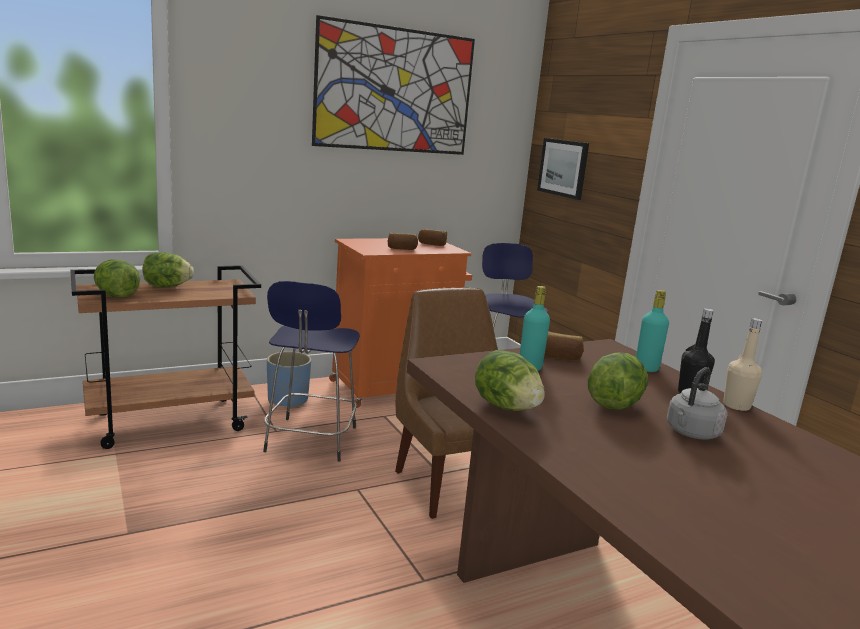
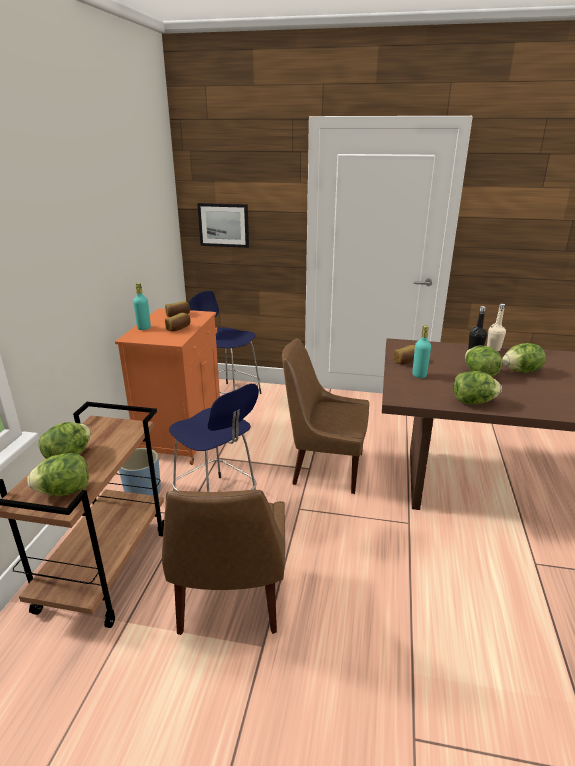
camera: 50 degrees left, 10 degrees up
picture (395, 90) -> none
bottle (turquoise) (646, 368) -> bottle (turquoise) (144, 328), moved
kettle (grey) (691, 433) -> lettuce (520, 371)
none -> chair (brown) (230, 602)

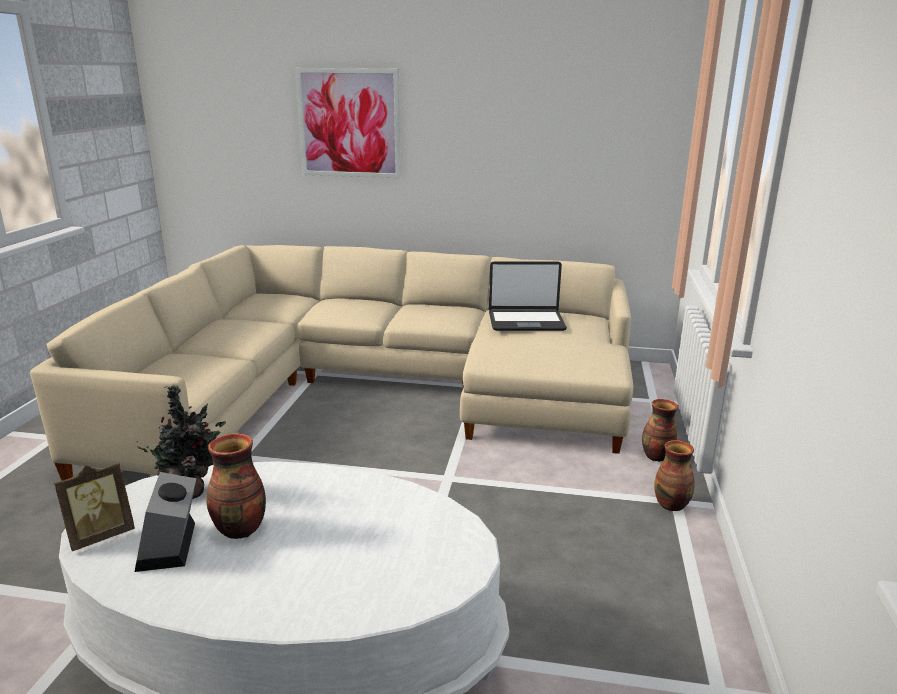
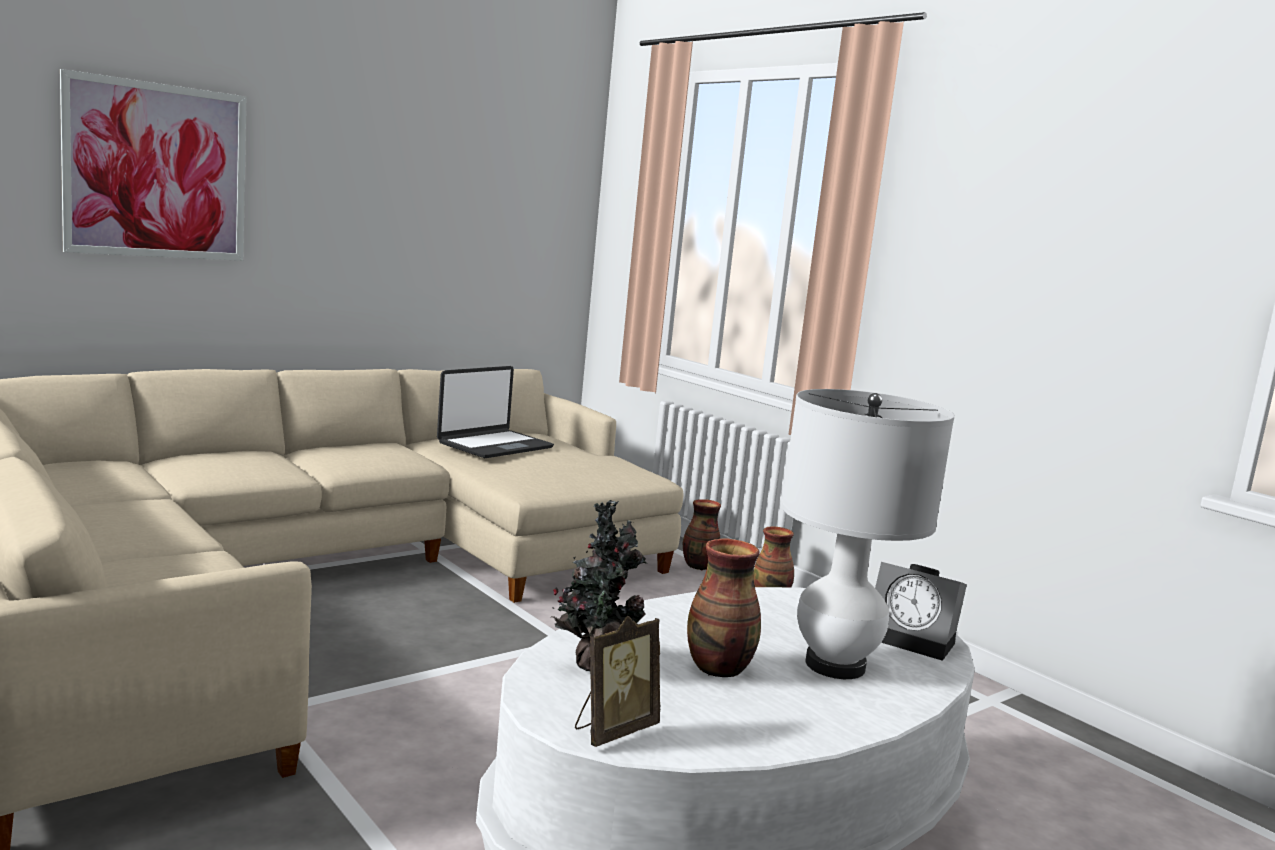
camera: 50 degrees left, 10 degrees down
picture frame (101, 535) -> picture frame (613, 730), 45 degrees clockwise
alarm clock (170, 547) -> alarm clock (913, 640), moved
none -> table lamp (white) (834, 665)

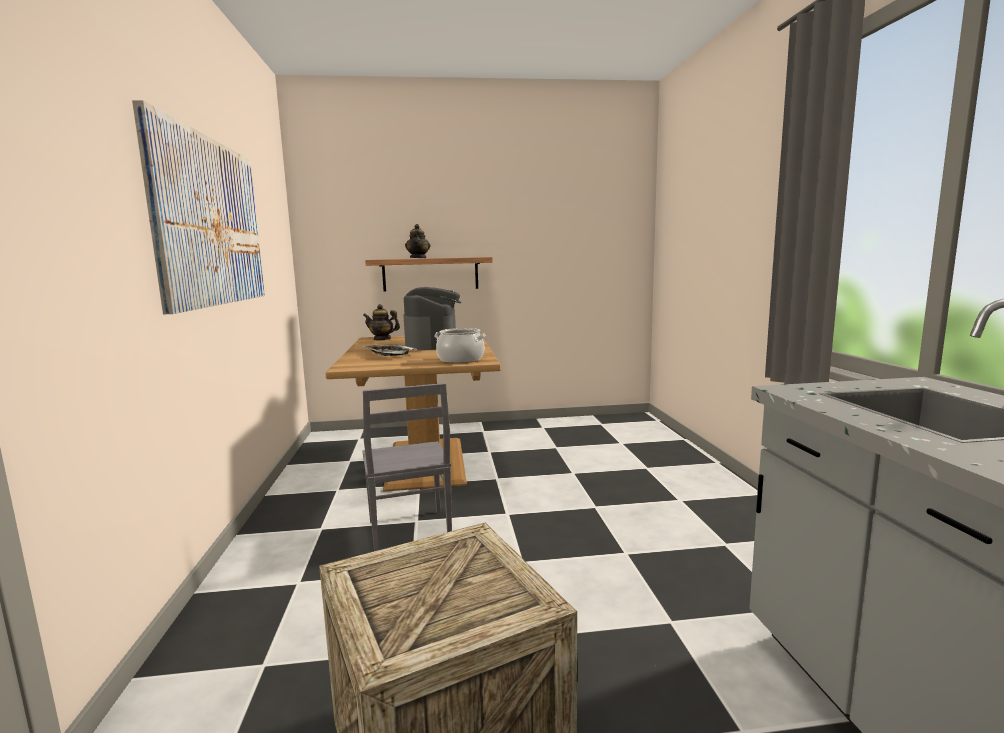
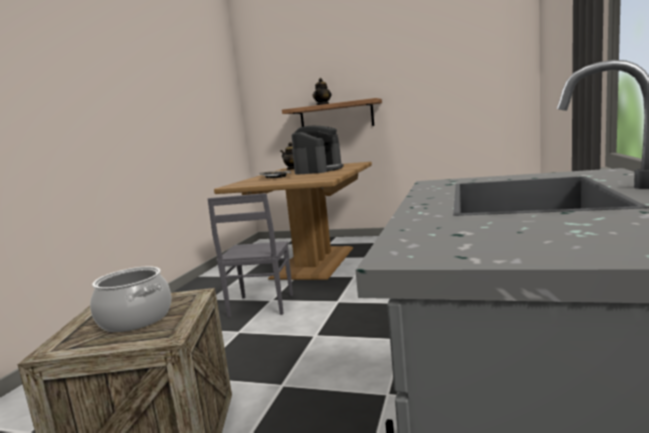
camera: 25 degrees right, 0 degrees up
picture (210, 222) -> none
cooking pot (461, 359) -> cooking pot (136, 319), moved

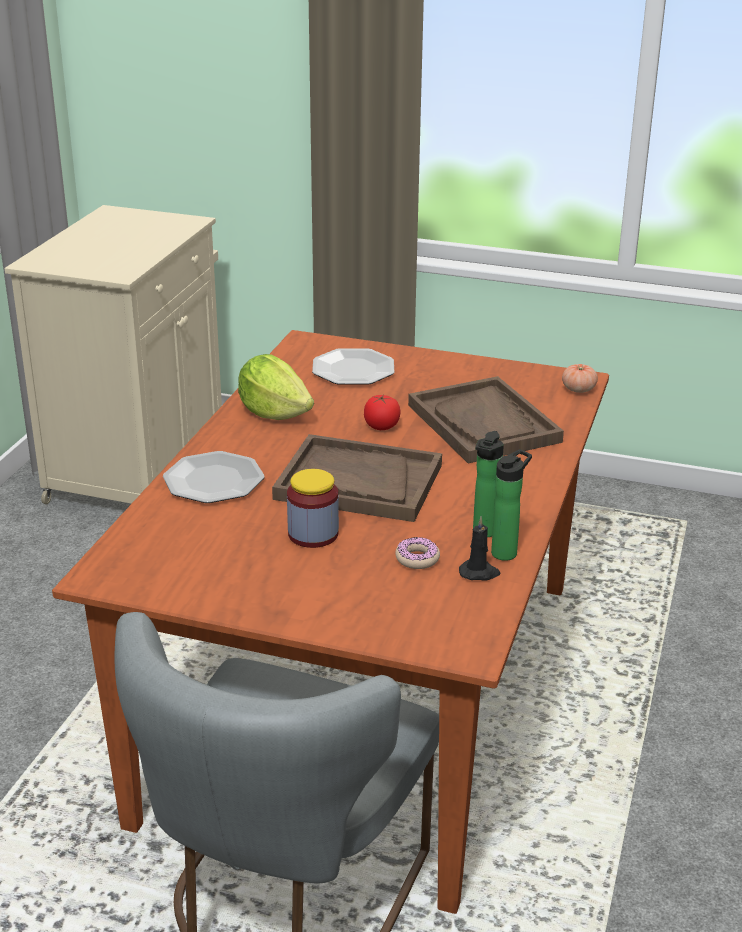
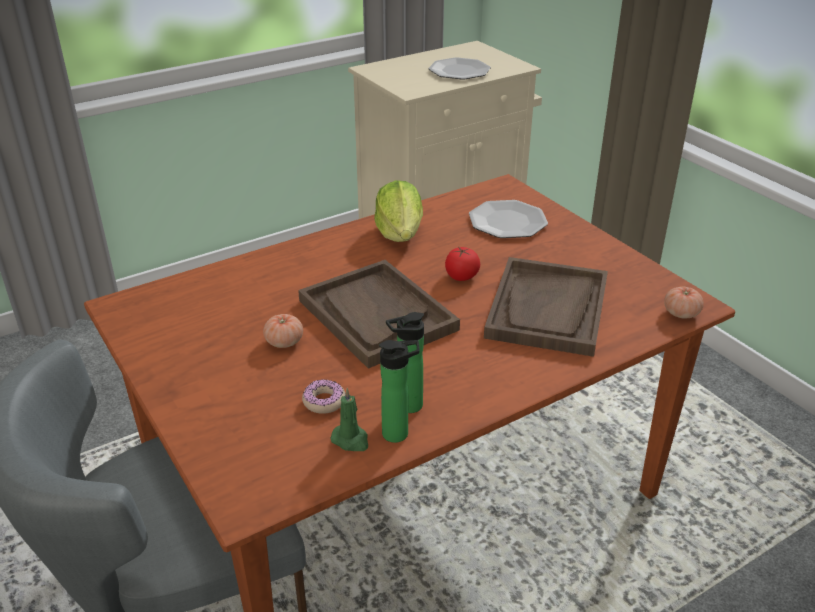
camera: 40 degrees right, 5 degrees up
plate (213, 480) -> plate (459, 71), moved
jar (313, 534) -> tomato (284, 342)
candle (black) (479, 573) -> candle (green) (351, 440)

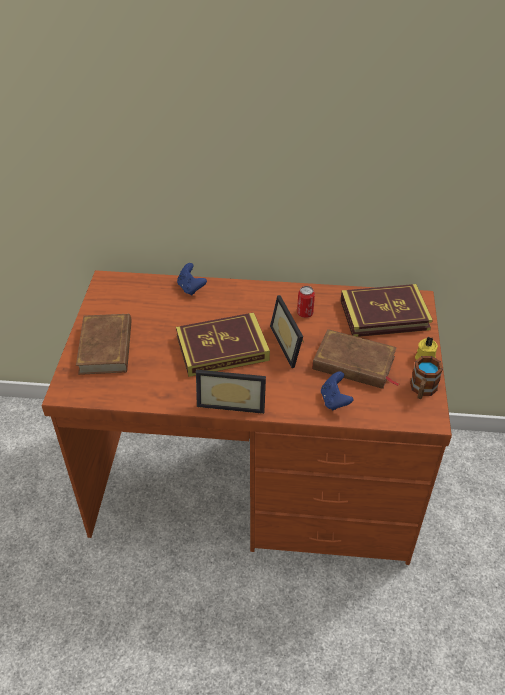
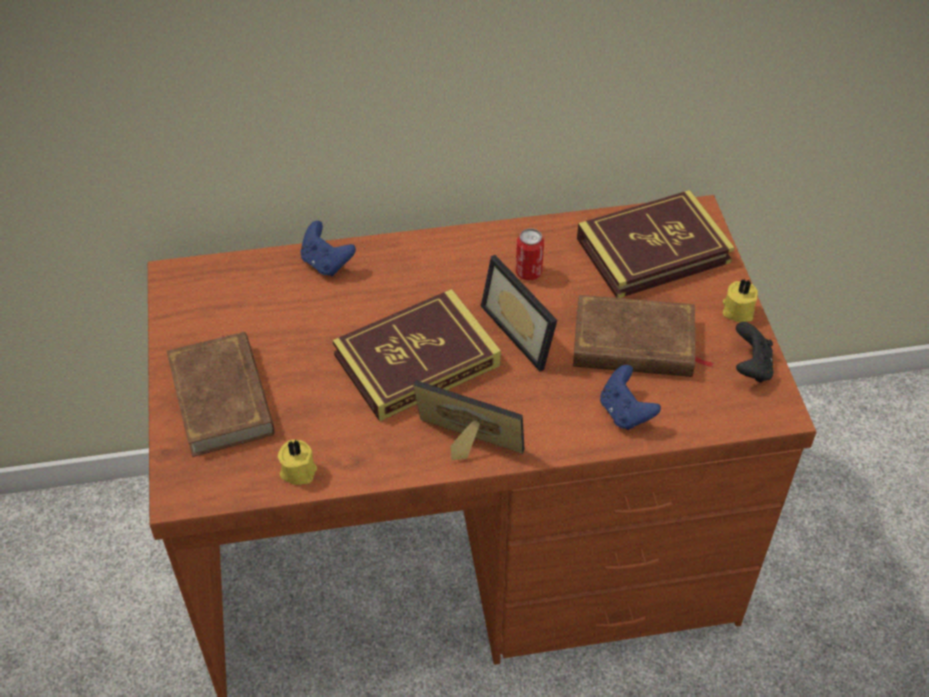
camera: 15 degrees left, 5 degrees up
picture frame (232, 401) -> picture frame (465, 448), 150 degrees counterclockwise
mug (422, 390) -> game controller (black) (751, 367)
none -> candle (yellow) (298, 470)

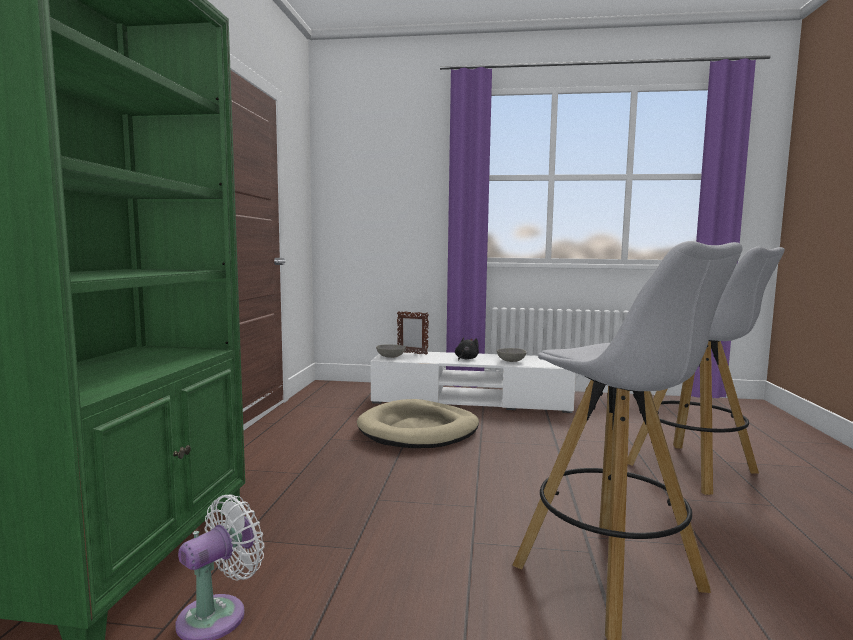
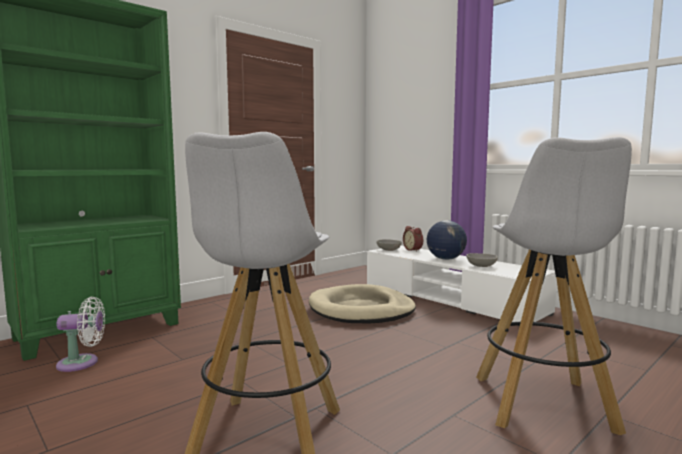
camera: 40 degrees right, 0 degrees up
picture frame (412, 353) -> alarm clock (413, 250)
plush toy (black) (466, 359) -> globe (445, 259)

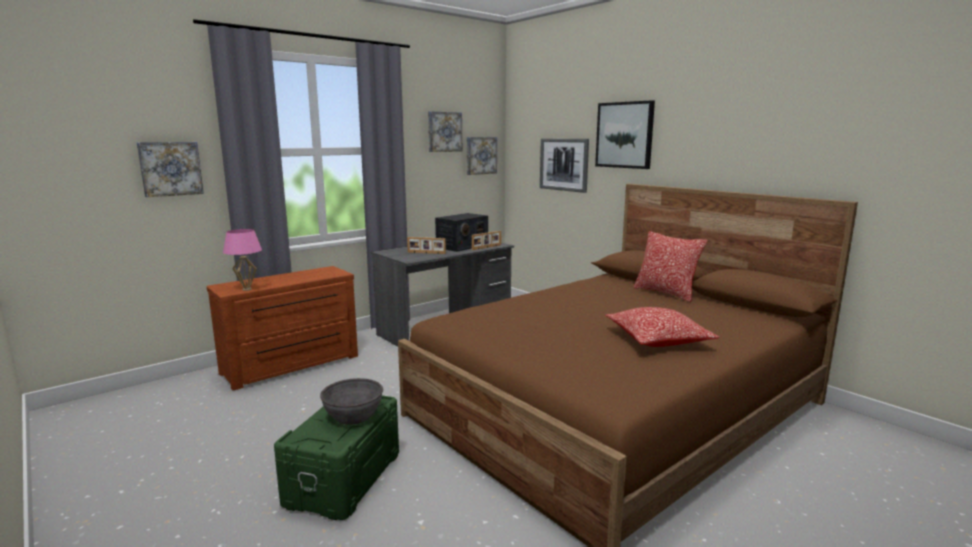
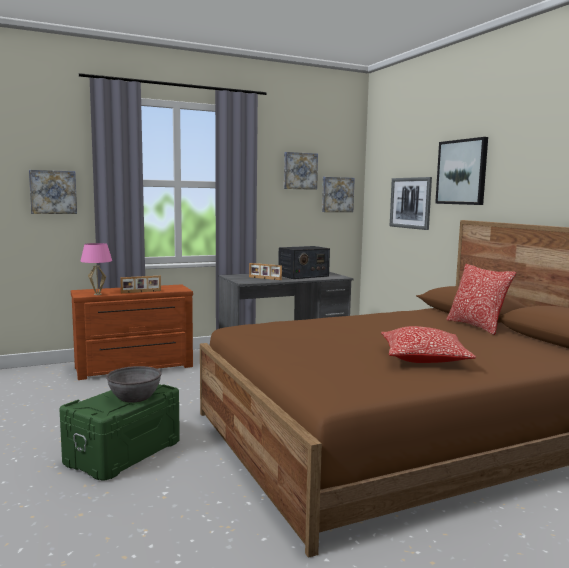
camera: 15 degrees right, 5 degrees down
picture frame (487, 247) -> picture frame (141, 292), moved

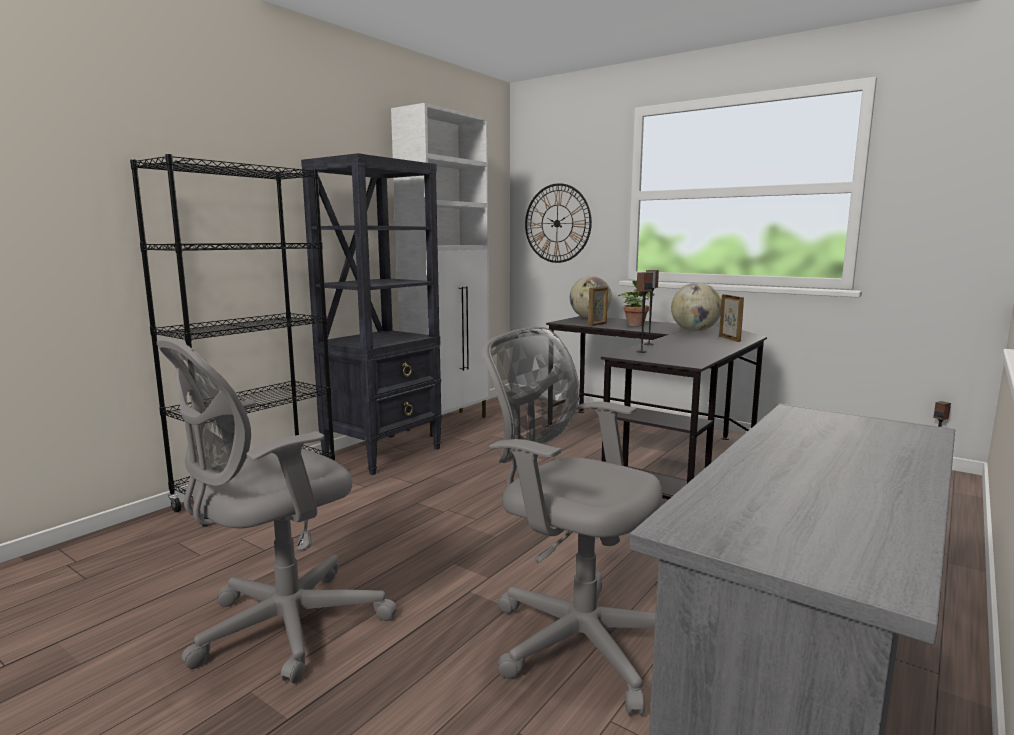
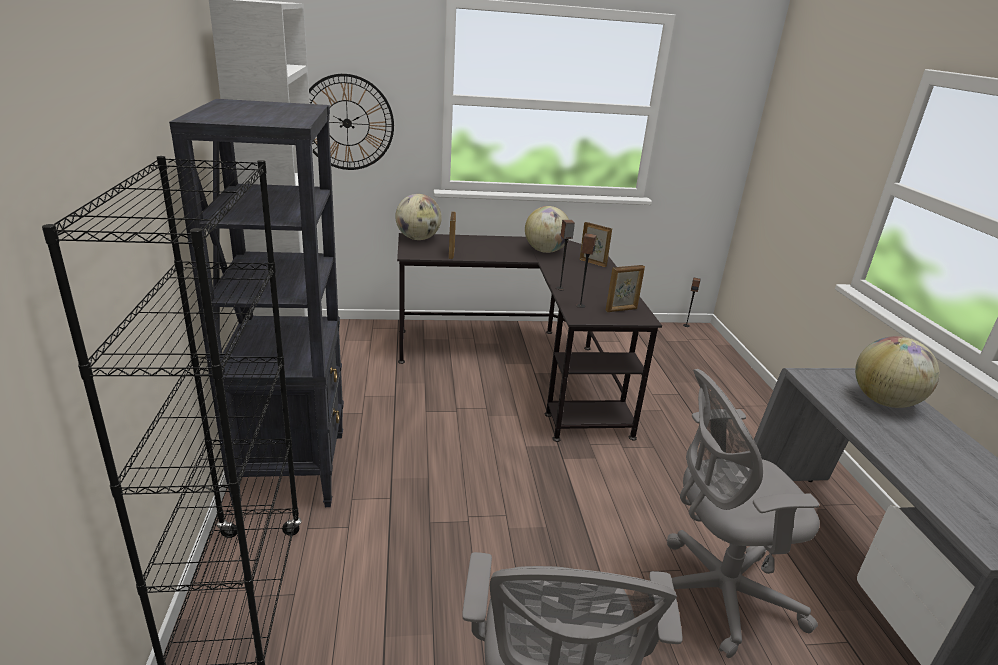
camera: 45 degrees left, 15 degrees up
potted plant (636, 324) -> none
none -> picture frame (621, 310)
none -> globe (884, 401)

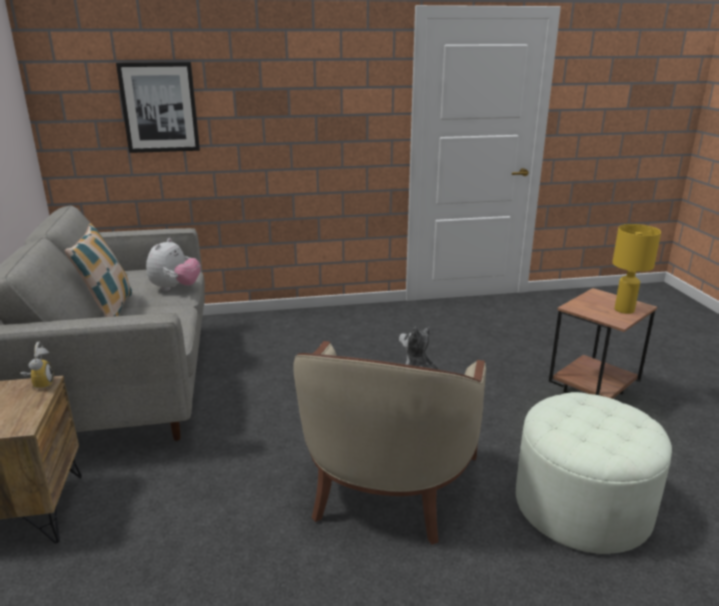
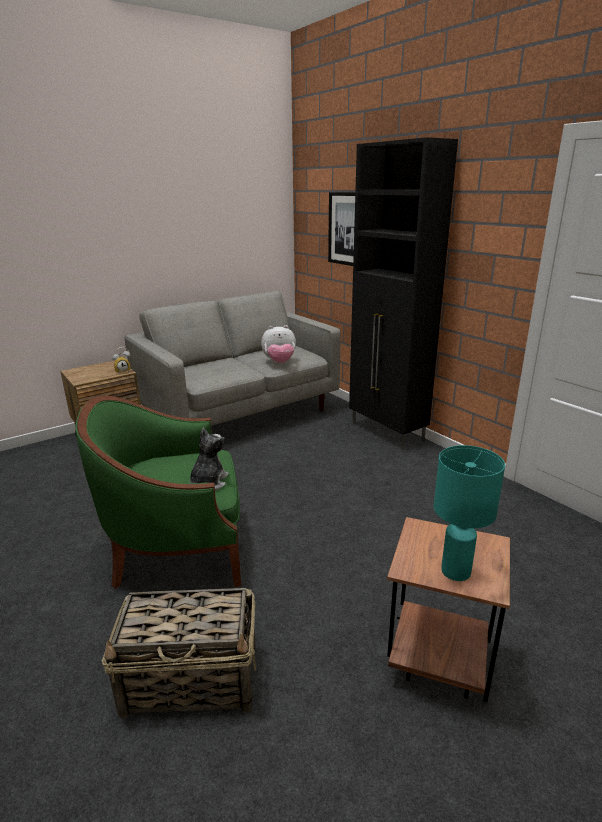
camera: 65 degrees right, 0 degrees up
pillow (109, 311) -> none
armchair (beige) (387, 485) -> armchair (green) (178, 546)
ottoman (white) (582, 506) -> basket (192, 680)
table lamp (yellow) (623, 310) -> table lamp (turquoise) (455, 570)
none -> cabinet (black) (387, 432)

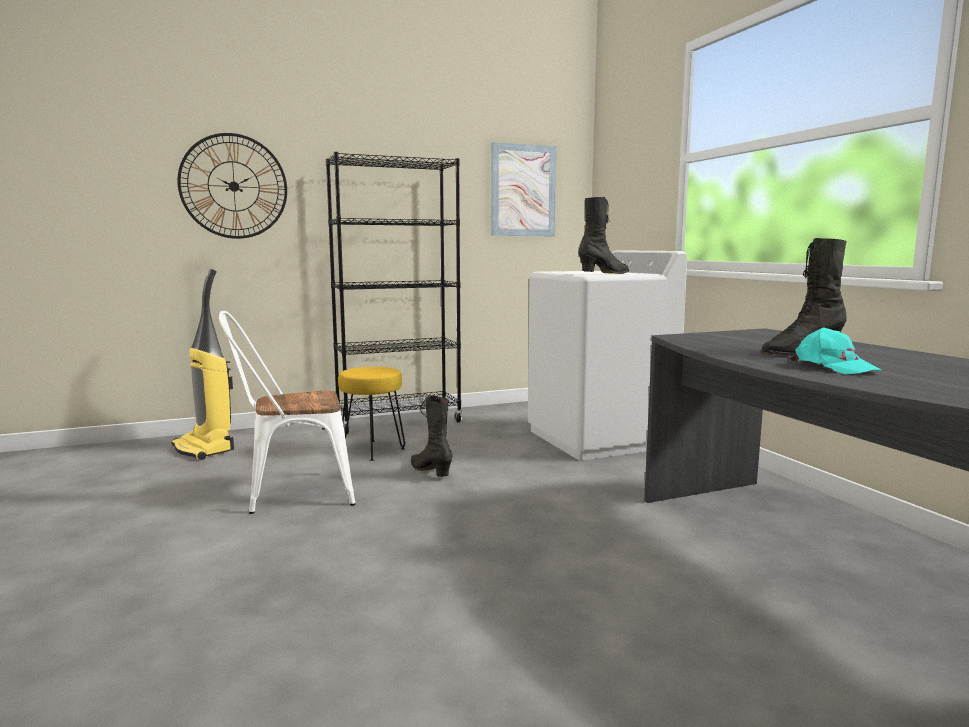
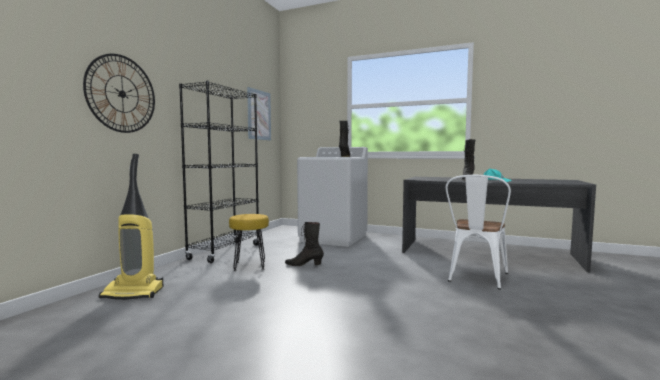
camera: 45 degrees left, 5 degrees down
chair (white) (291, 493) -> chair (white) (475, 278), moved

